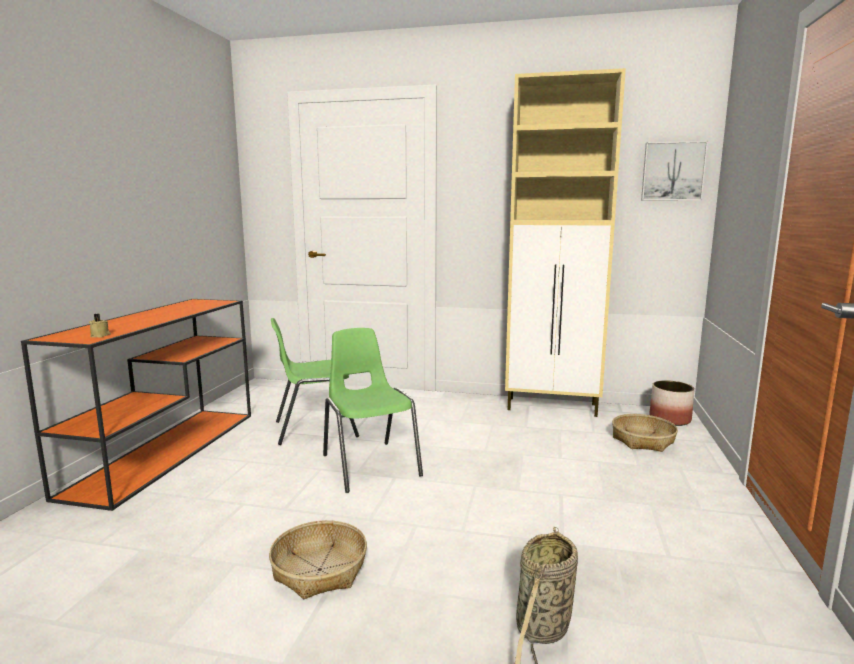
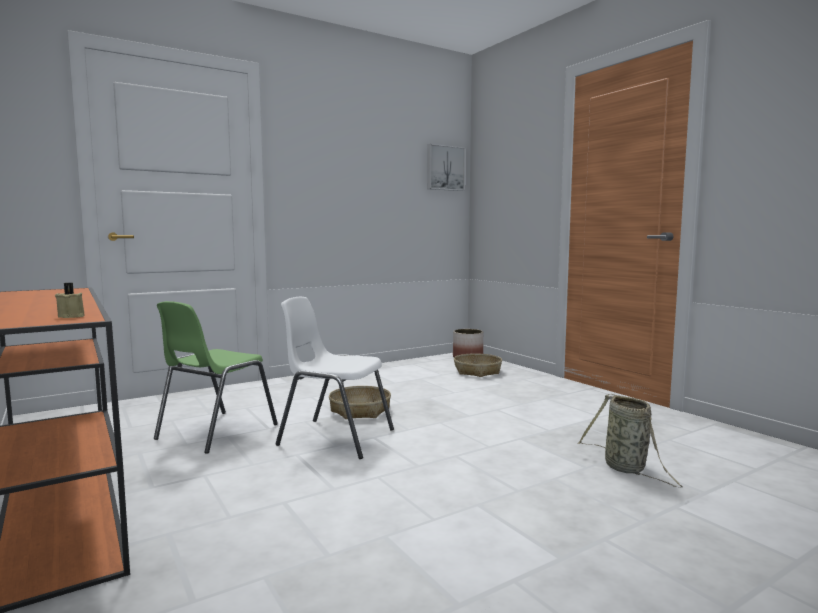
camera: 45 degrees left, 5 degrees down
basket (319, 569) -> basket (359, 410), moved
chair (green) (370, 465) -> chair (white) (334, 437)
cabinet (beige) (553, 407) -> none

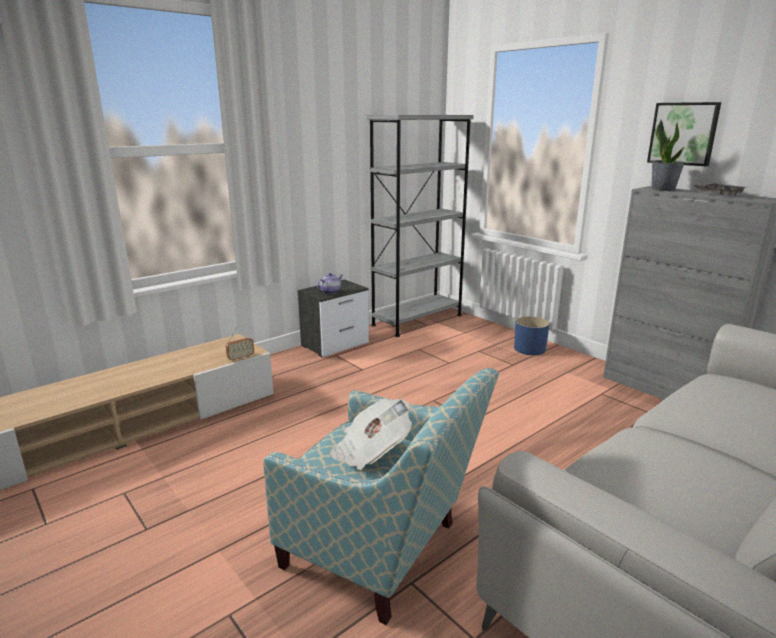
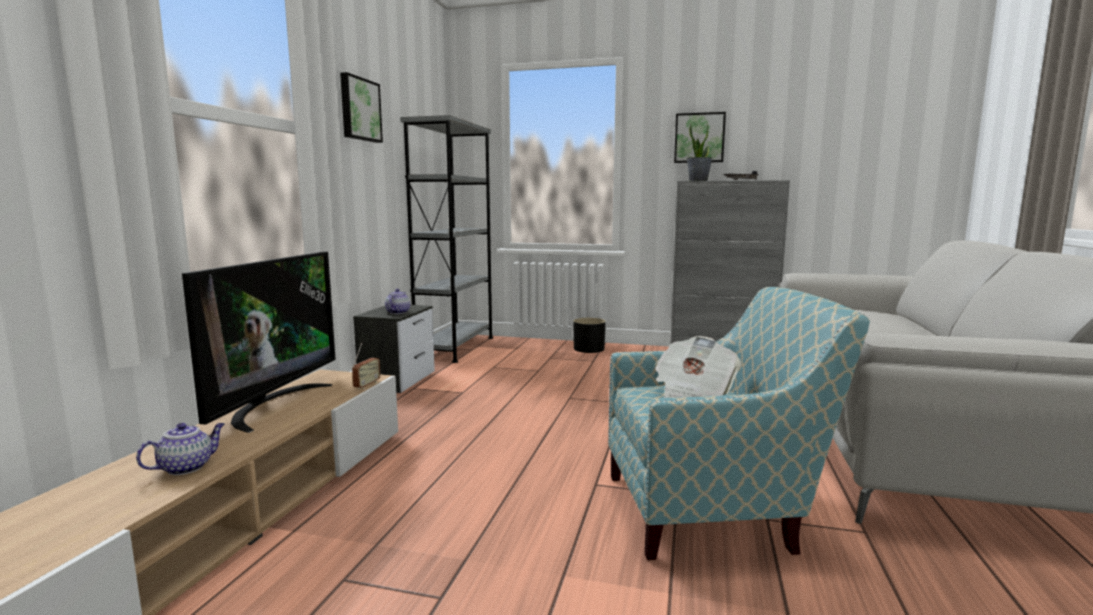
camera: 35 degrees left, 10 degrees down
planter (blue) (529, 349) -> planter (black) (588, 349)
none -> teapot (187, 467)
none -> television (272, 405)
none -> picture (359, 109)

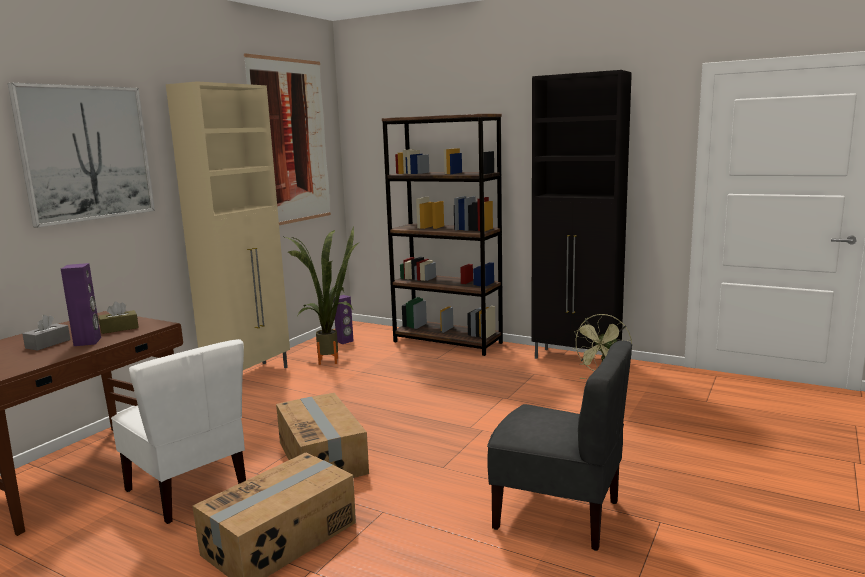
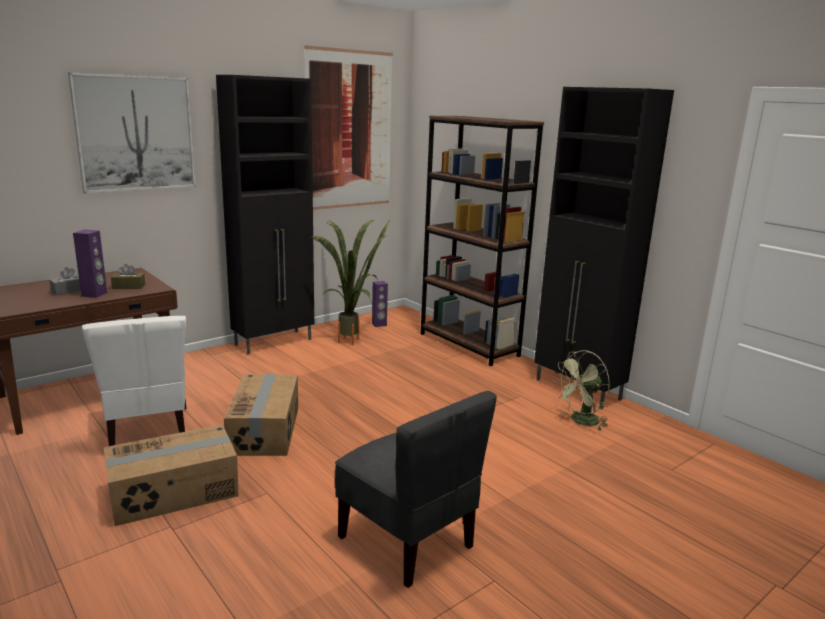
camera: 20 degrees right, 5 degrees up
cabinet (beige) (250, 377) -> cabinet (black) (274, 342)

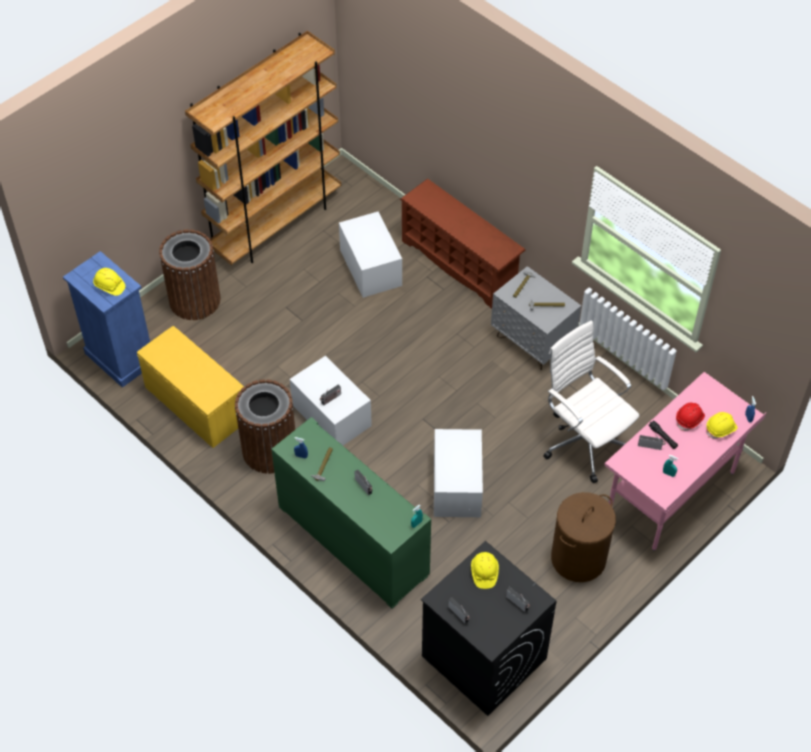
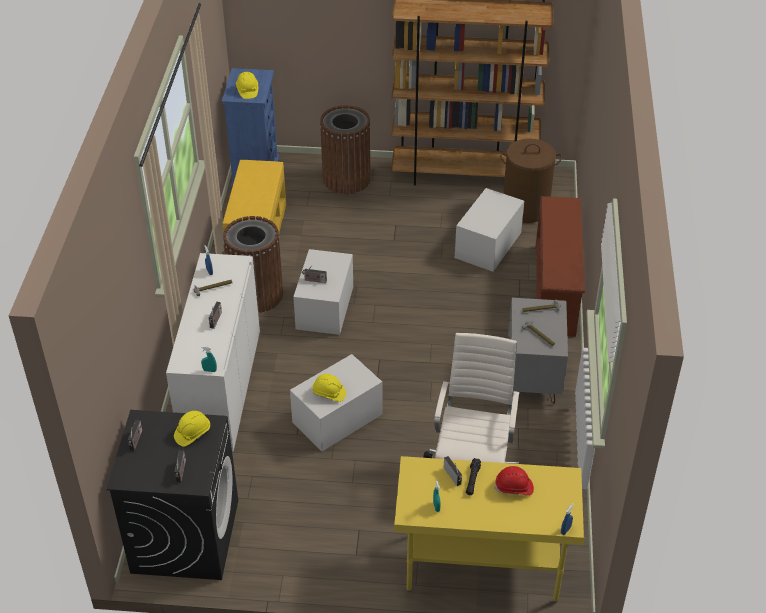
camera: 50 degrees right, 10 degrees down
cabinet (green) (353, 540) -> cabinet (white) (221, 389)
laundry basket (brown) (578, 558) -> laundry basket (brown) (525, 208), moved
desk (pink) (671, 494) -> desk (yellow) (482, 568)
hard hat (yellow) (721, 429) -> hard hat (yellow) (329, 393), moved

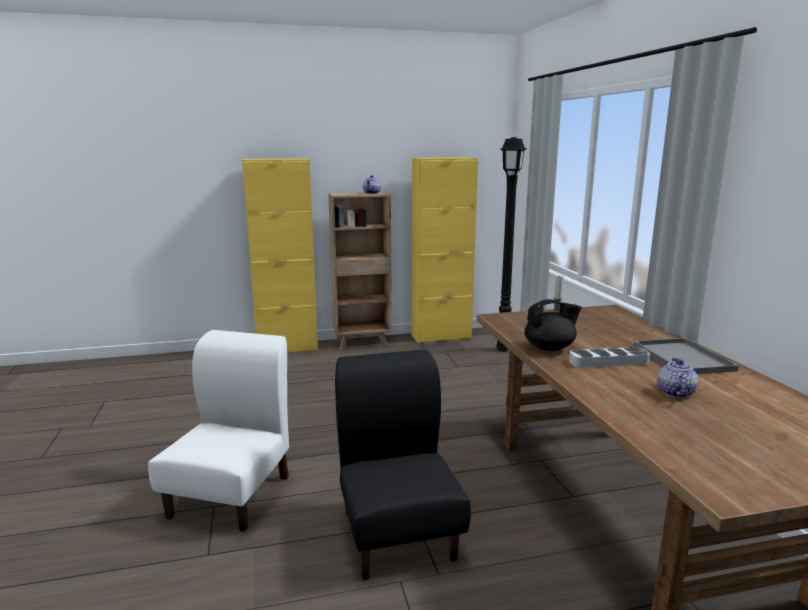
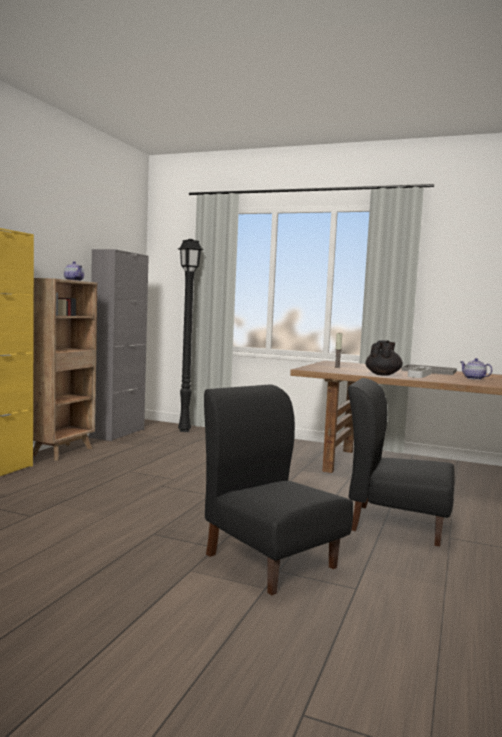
camera: 55 degrees left, 10 degrees down
chair (white) (232, 495) -> chair (black) (270, 560)
cabinet (yellow) (441, 336) -> cabinet (grey) (117, 433)

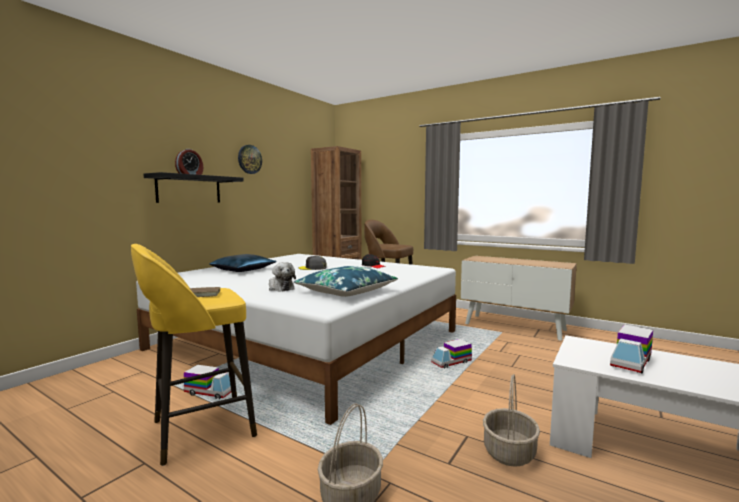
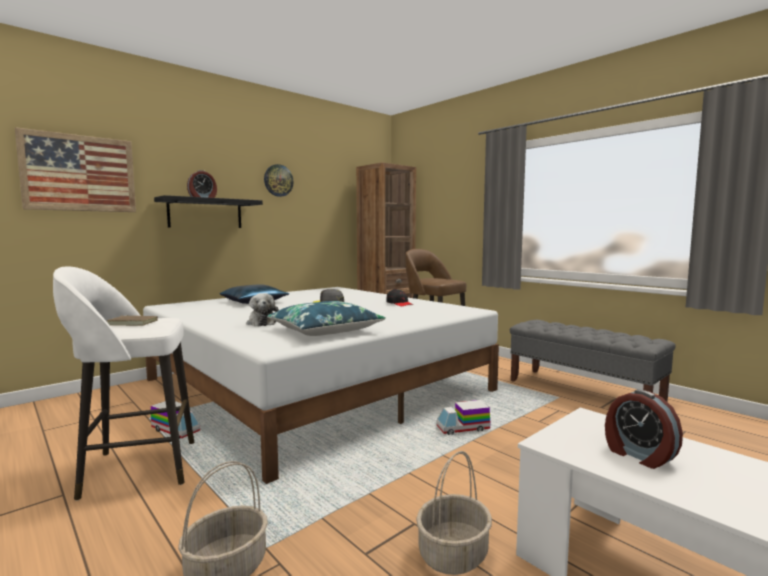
camera: 15 degrees right, 0 degrees up
stool (yellow) (199, 429) -> stool (white) (136, 468)
cabinet (515, 326) -> bench (grey) (583, 391)
toy truck (631, 362) -> alarm clock (638, 455)
none -> picture (79, 173)

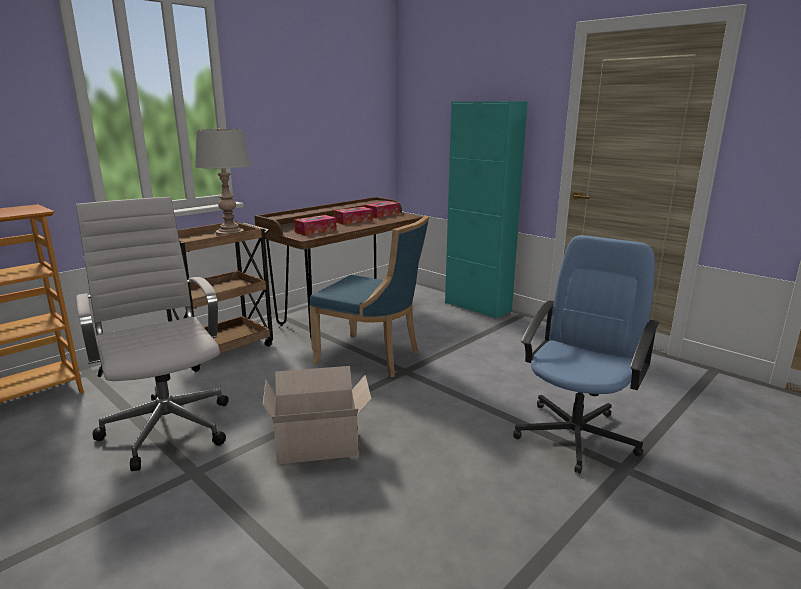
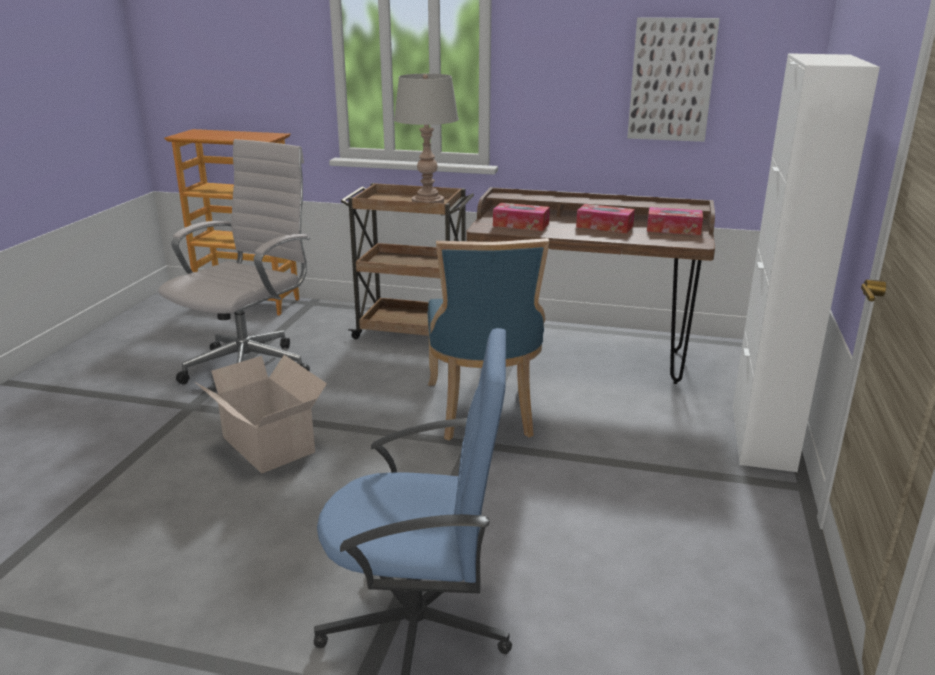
camera: 60 degrees right, 5 degrees up
cabinet (turquoise) (477, 307) -> cabinet (white) (762, 437)
none -> picture (671, 80)

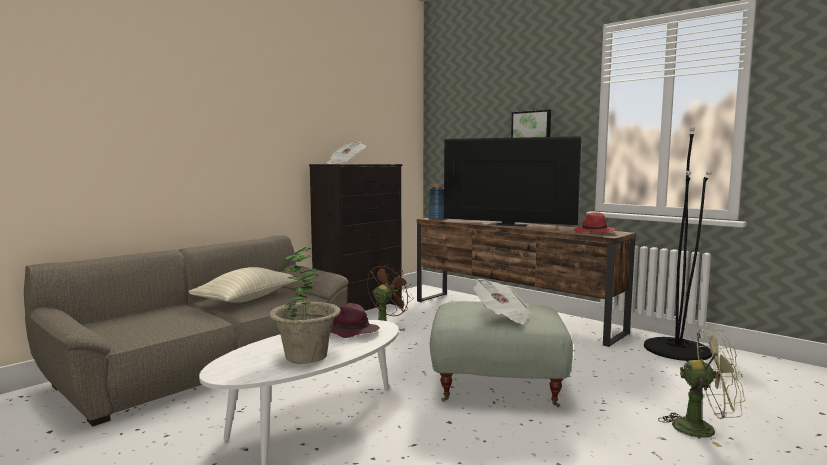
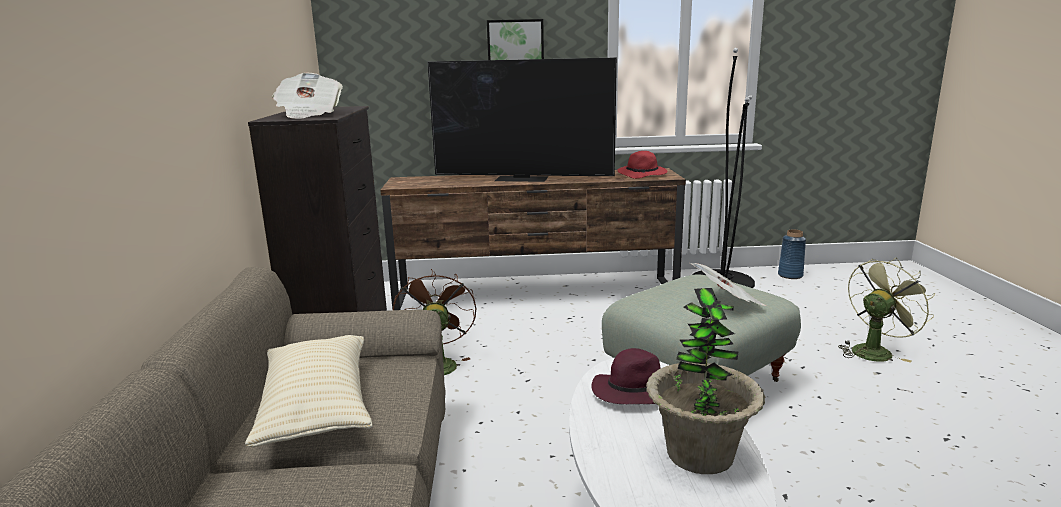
camera: 45 degrees left, 10 degrees up
vase (blue) (437, 219) -> vase (blue) (790, 275), moved
television (507, 224) -> television (522, 178), 150 degrees counterclockwise

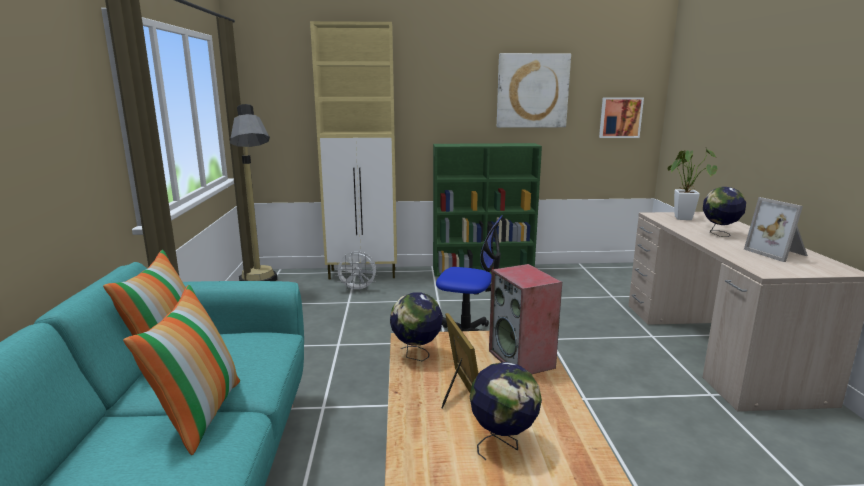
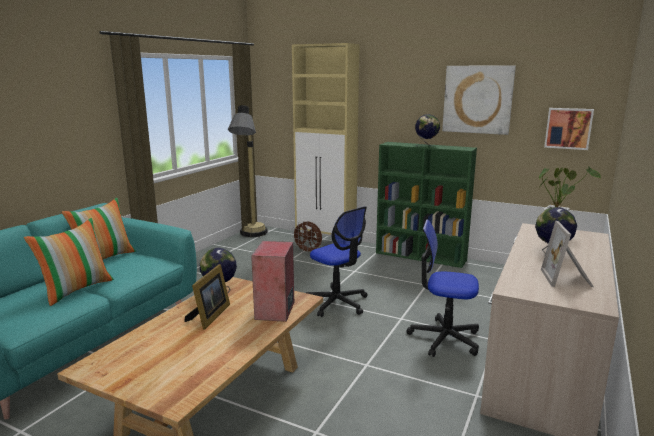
camera: 30 degrees right, 0 degrees up
fan (white) (358, 290) -> fan (brown) (308, 252)
globe (503, 445) -> globe (426, 145), moved
none -> office chair (444, 338)

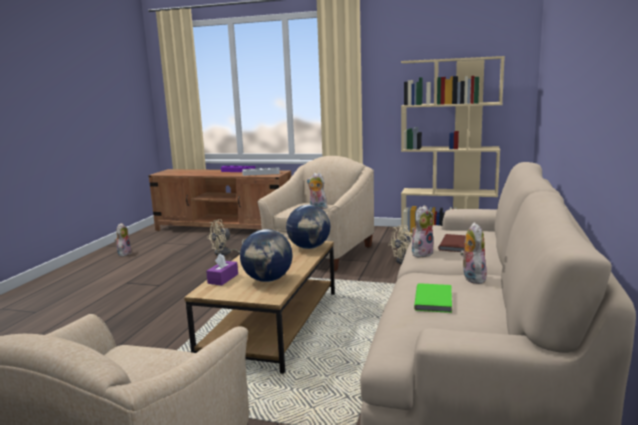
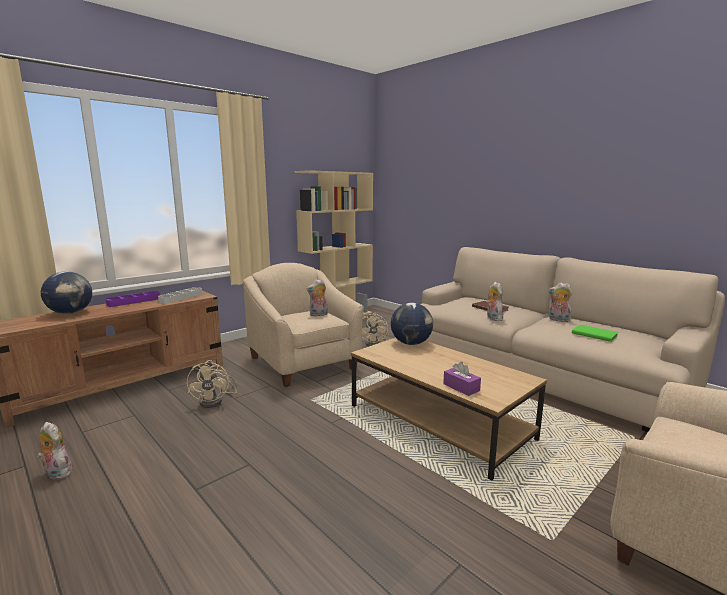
camera: 60 degrees left, 0 degrees up
globe (267, 280) -> globe (71, 313), moved

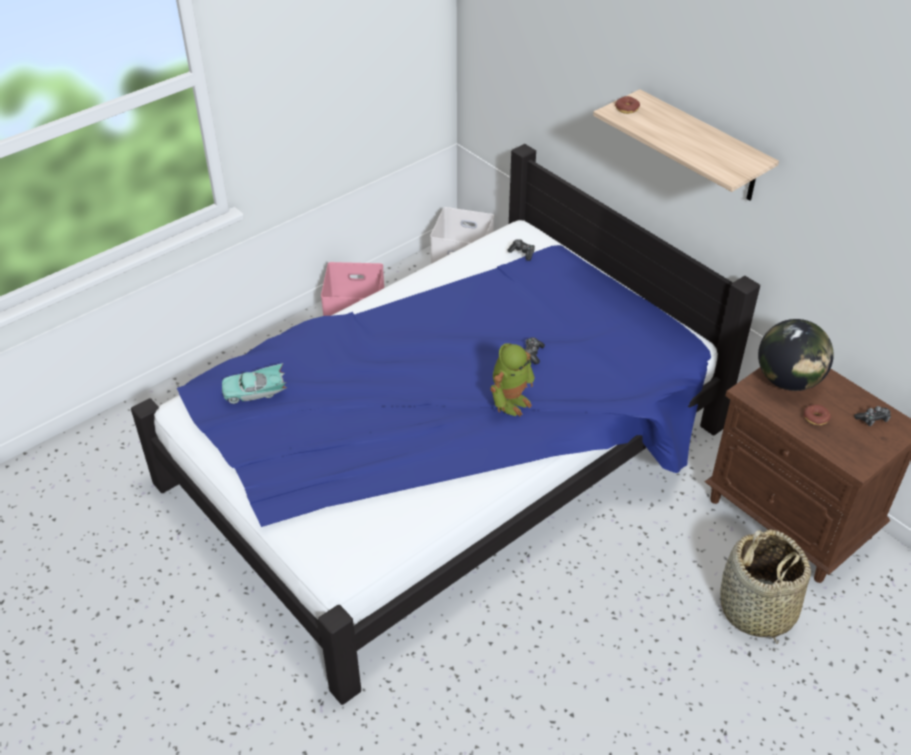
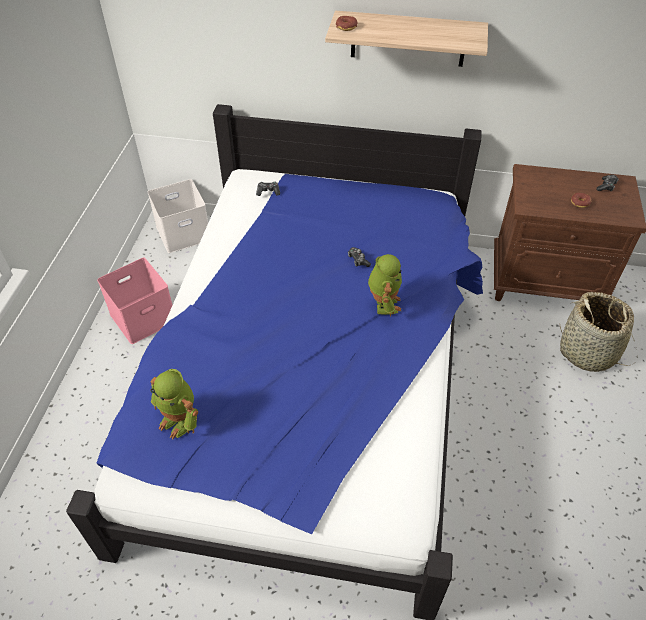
camera: 40 degrees left, 5 degrees up
toy car (turquoise) (255, 391) -> toy robot (180, 420)
globe (788, 380) -> none

